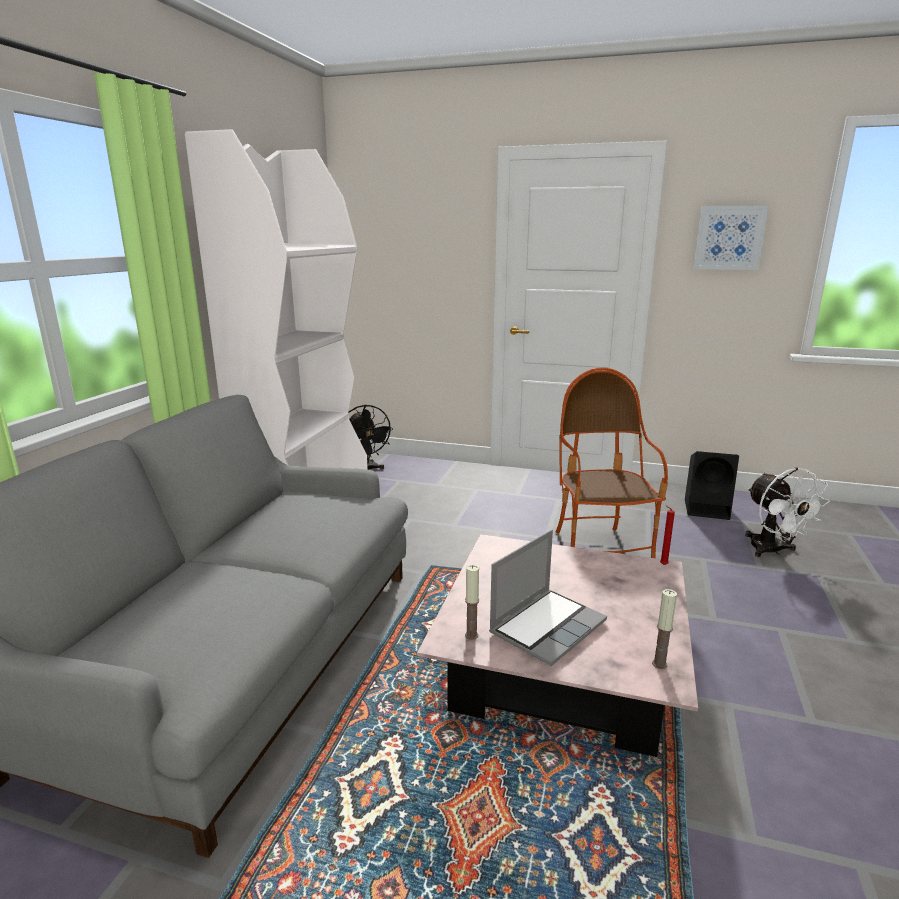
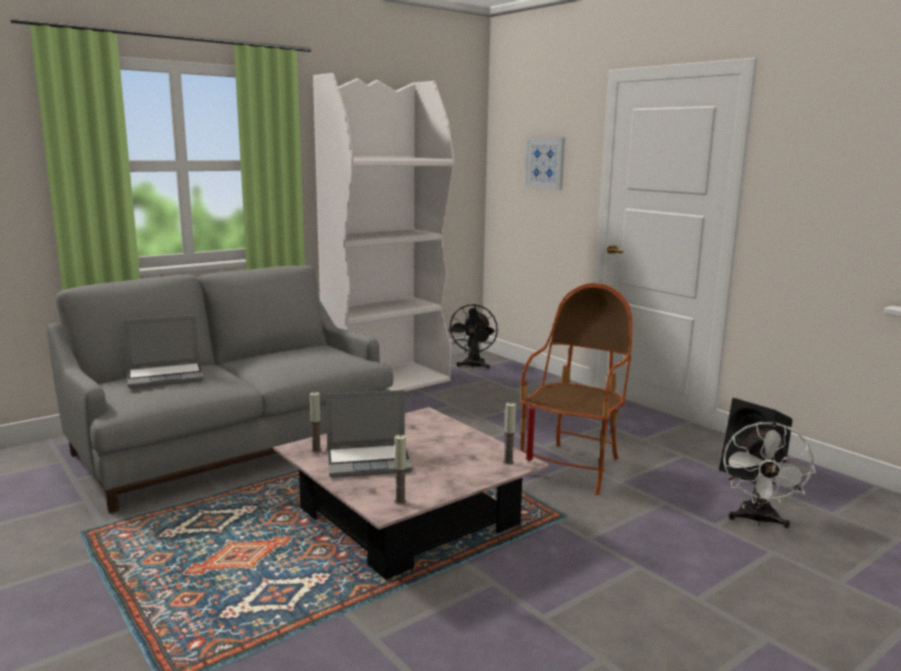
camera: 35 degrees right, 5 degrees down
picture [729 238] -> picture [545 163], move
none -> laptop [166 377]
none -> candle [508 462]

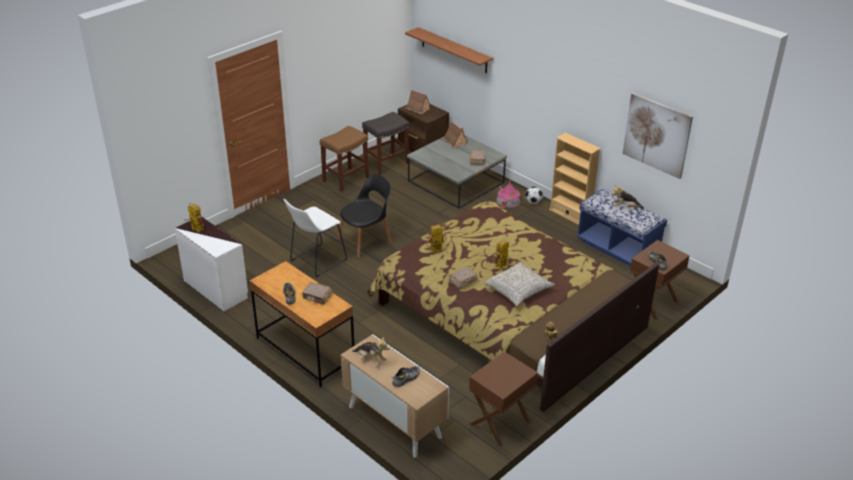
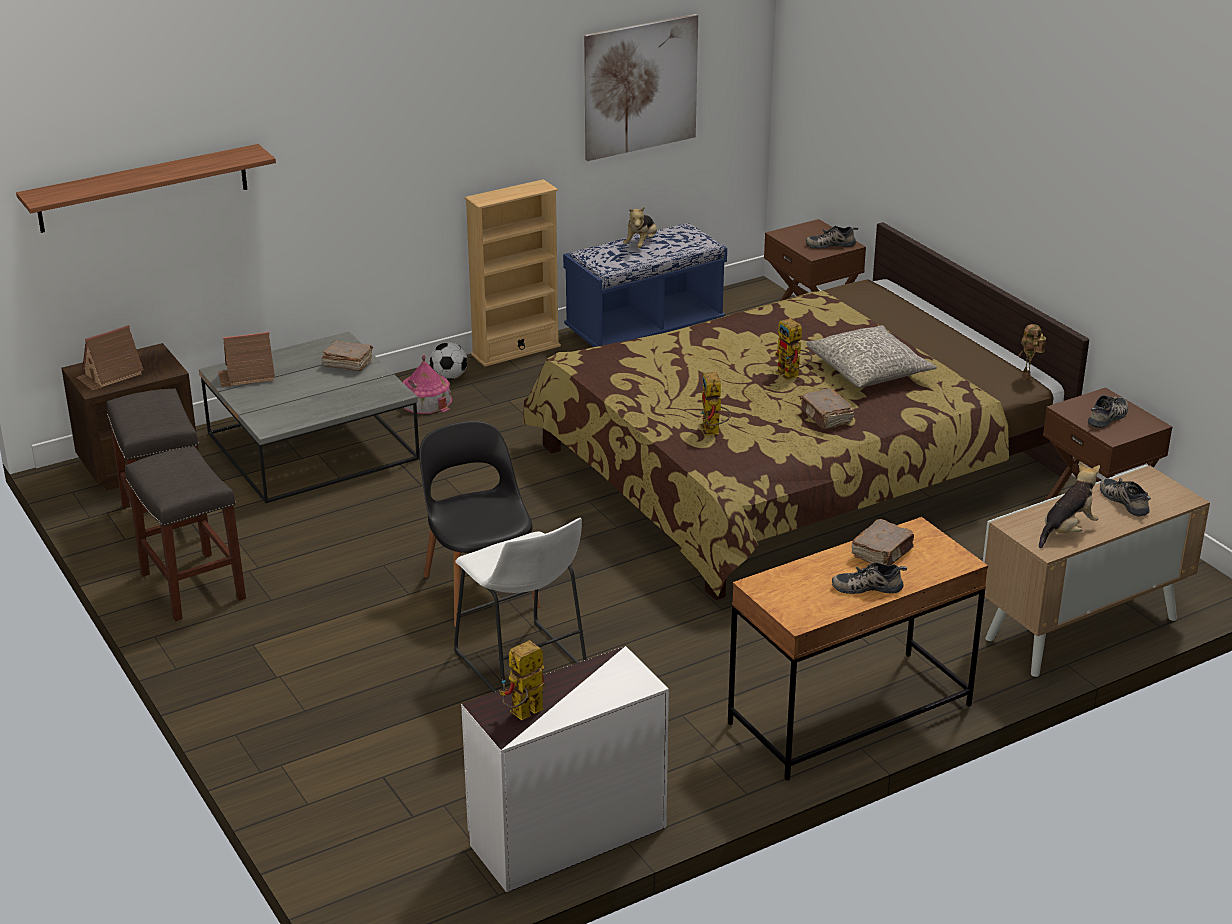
camera: 75 degrees left, 5 degrees down
brown stool [346 179] -> grey stool [191 585]
none -> shoe [1108 417]

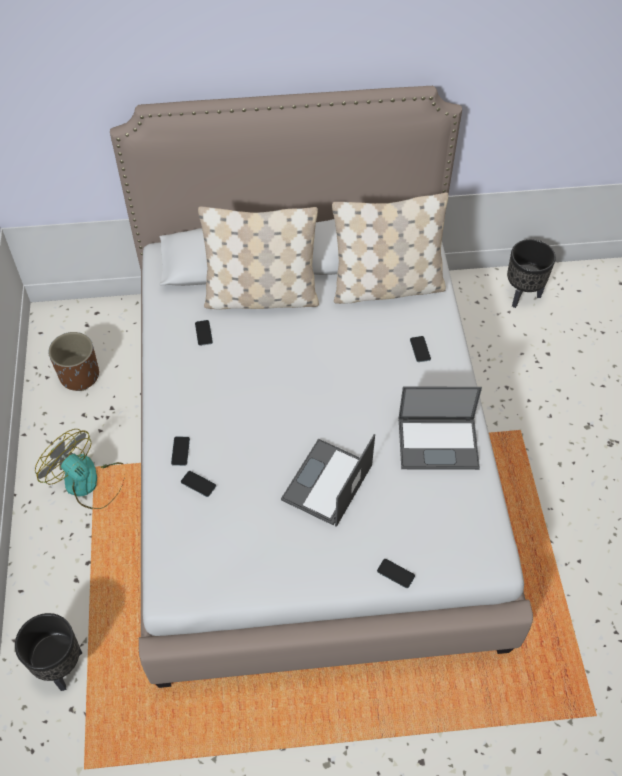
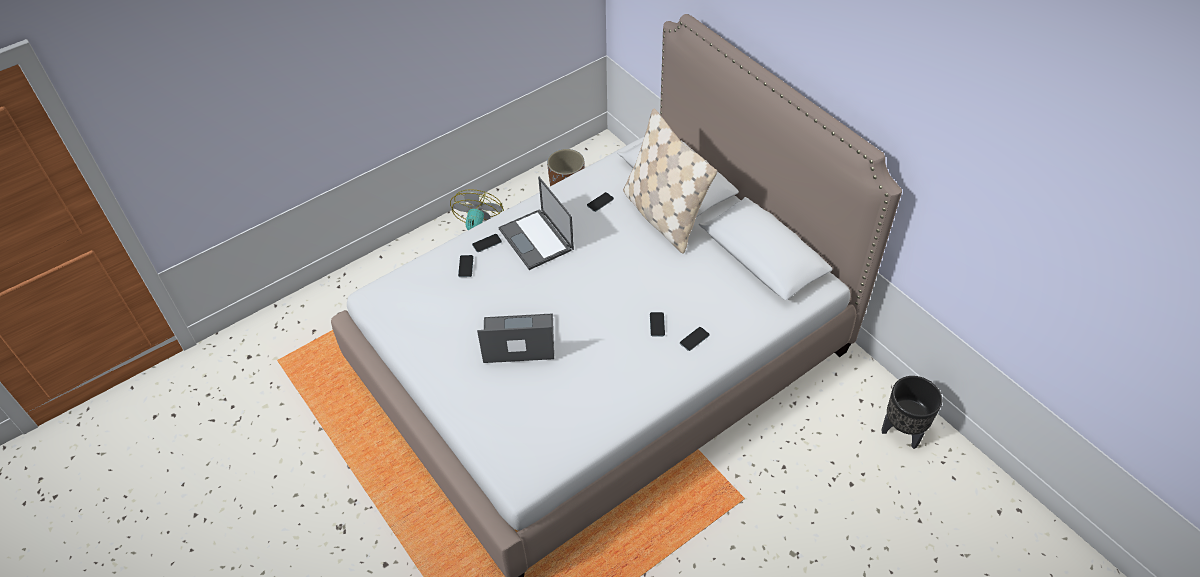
camera: 60 degrees right, 5 degrees down
beige pillow [387 286] -> none
laptop [439 442] -> laptop [537 240], move
phone [395 573] -> phone [657 324], move
black planter [61 667] -> none

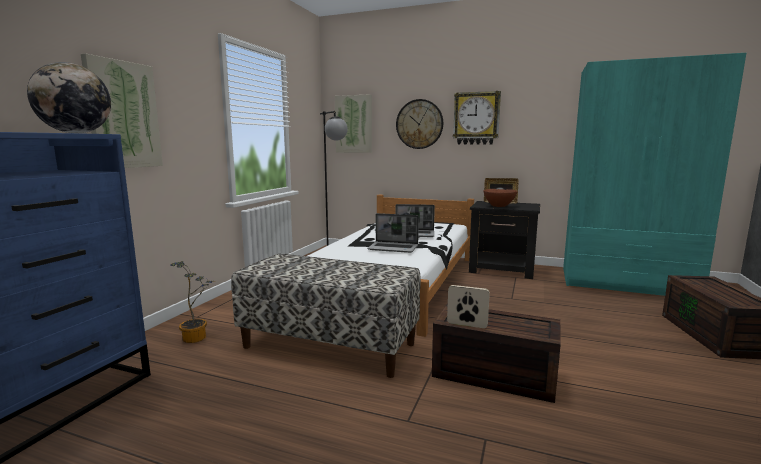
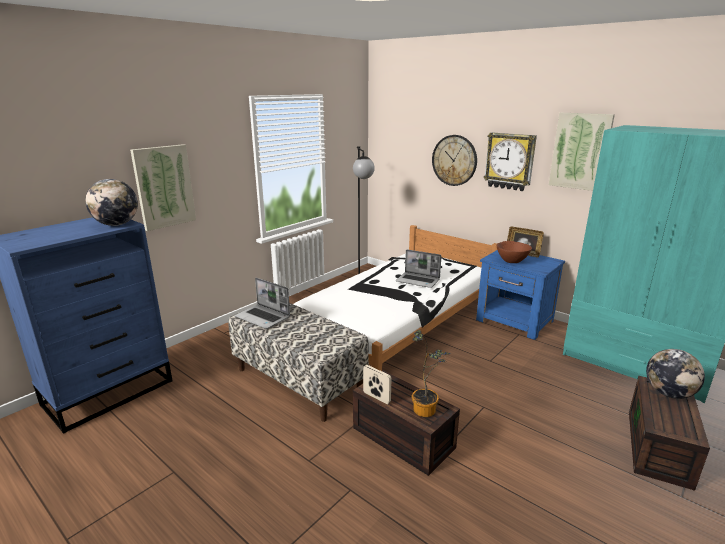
camera: 20 degrees right, 10 degrees up
picture [354 124] -> picture [580 151], move
black nightstand [503 269] -> blue nightstand [515 321]
laptop [394 248] -> laptop [263 317], move
potted plant [197 337] -> potted plant [427 408], move
none -> globe [668 393]

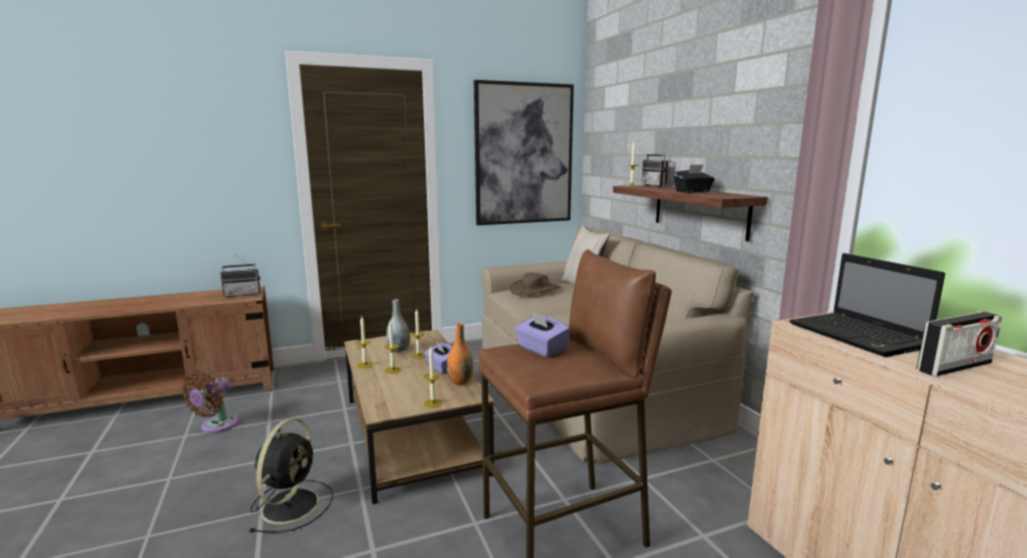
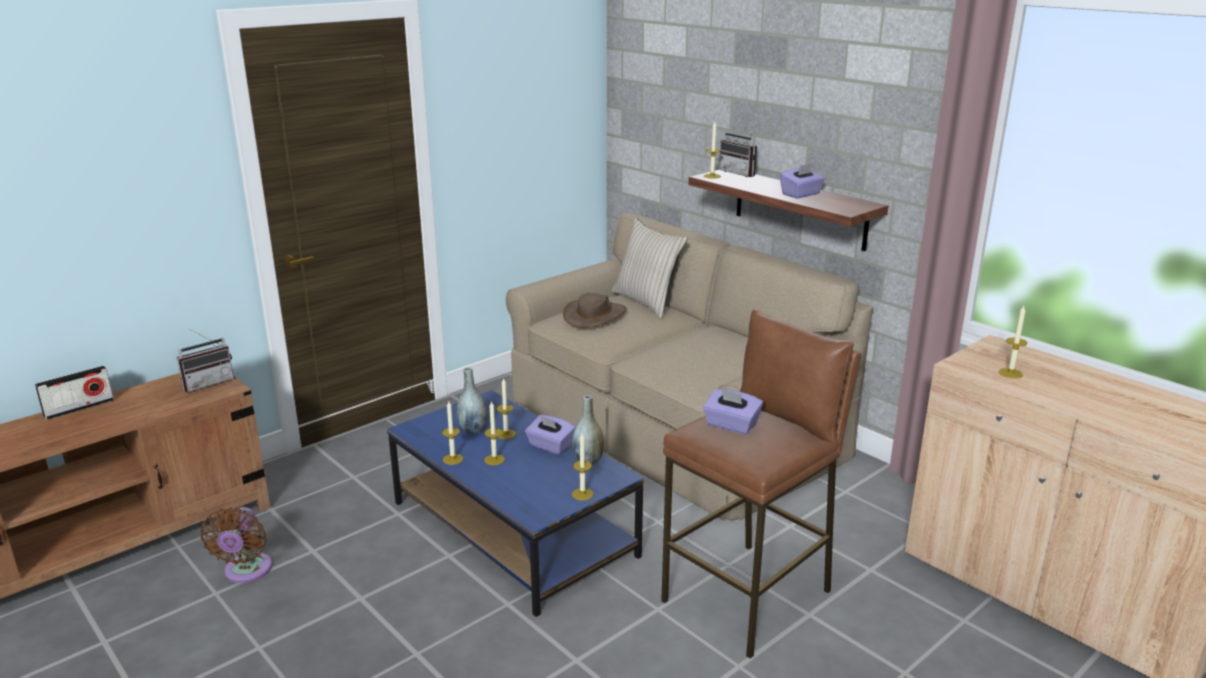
camera: 20 degrees left, 10 degrees up
picture [524 154] -> none
black tissue box [692 191] -> purple tissue box [801 194]
laptop [859 336] -> candle [1010 373]
radio [954 367] -> radio [79 408], move
orange vase [460 382] -> grey vase [588 461]
brown coffee table [413 434] -> blue coffee table [514 529]
black fan [292 504] -> none

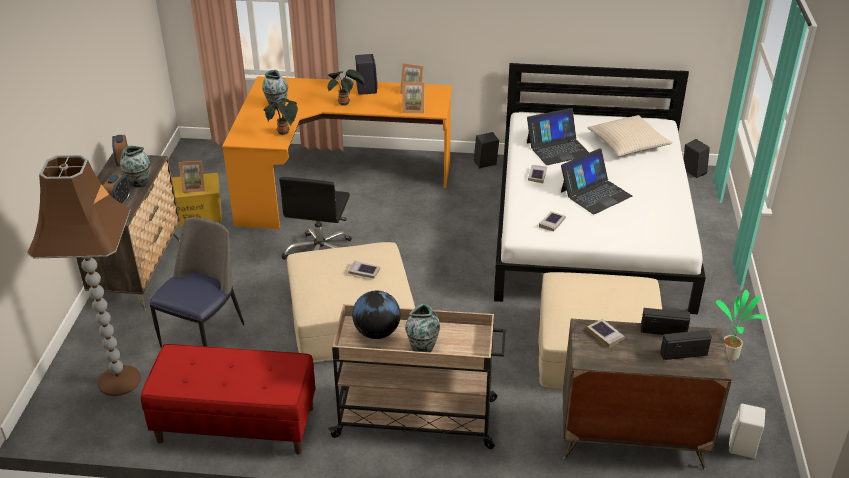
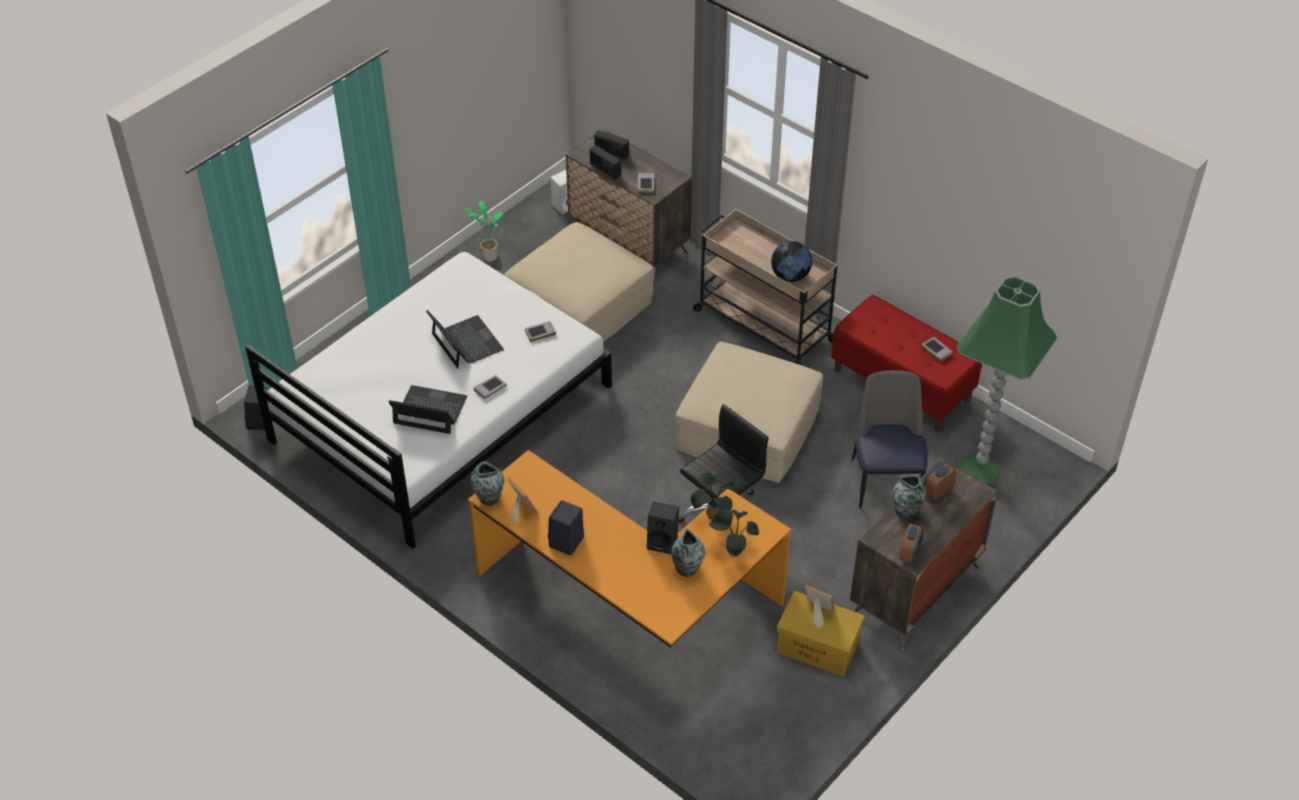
camera: 145 degrees left, 10 degrees up
potted plant [345 103] -> potted plant [732 550], move
picture frame [413 109] -> none
beige pillow [628 143] -> none
black speaker [485 164] -> black speaker [663 541], move
laptop [595 193] -> laptop [466 342], 60 degrees clockwise
brown floor lamp [120 380] -> green floor lamp [978 470]
chair [204 334] -> chair [885 481], 120 degrees clockwise
book [364 272] -> book [936 351], move
vase [423 347] -> vase [488 497], move

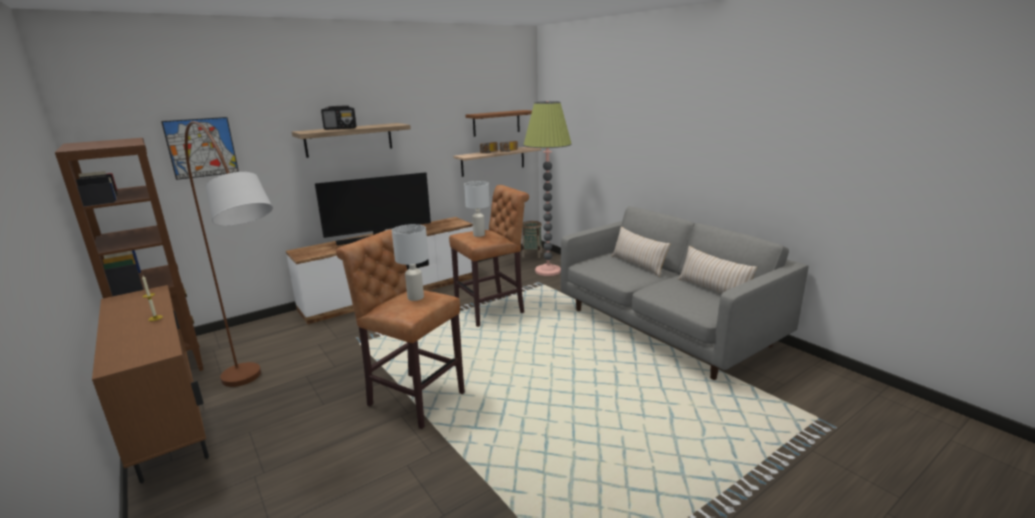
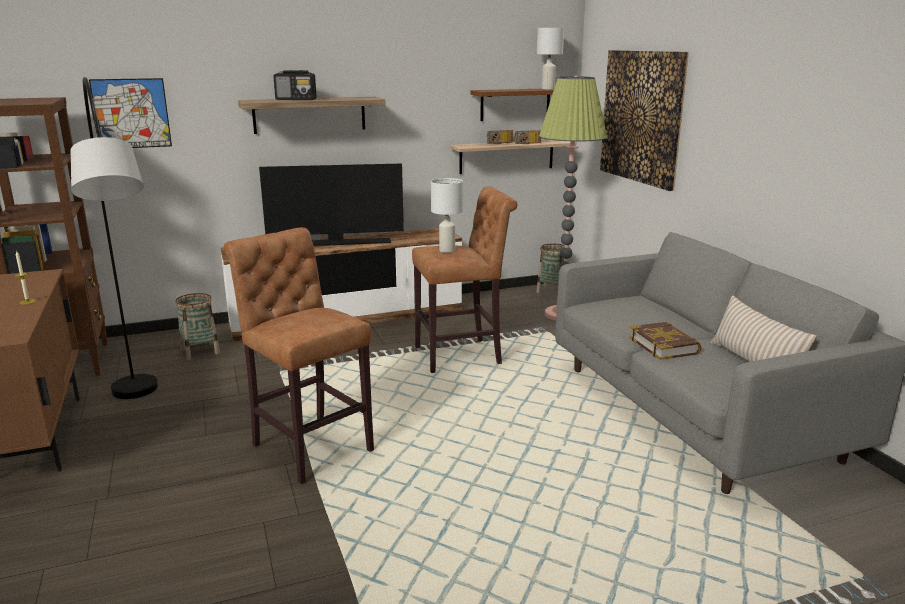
camera: 15 degrees right, 0 degrees up
brown floor lamp [265 405] -> grey floor lamp [144 425]
white table lamp [415 297] -> white table lamp [548 89], move
beige pillow [638 265] -> none
none -> picture [641 117]
none -> basket [200 351]
none -> book [664 345]

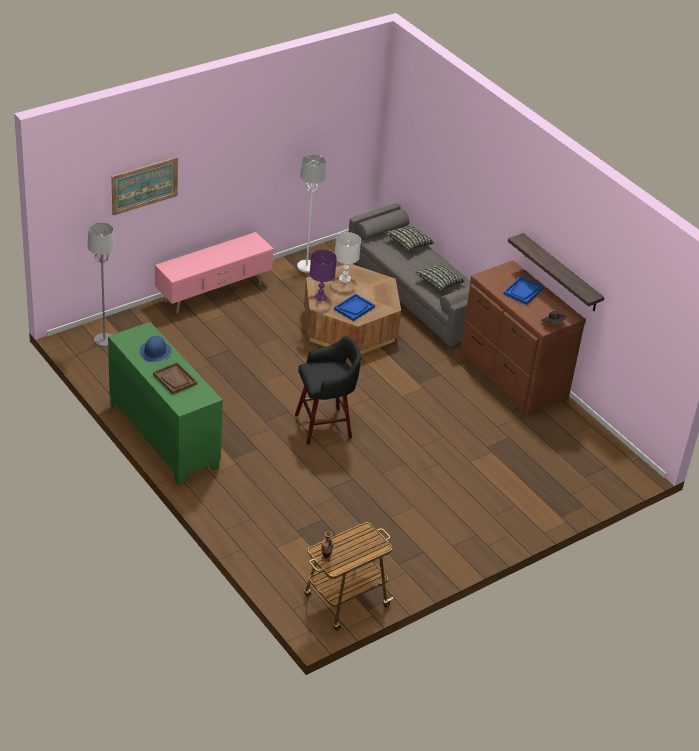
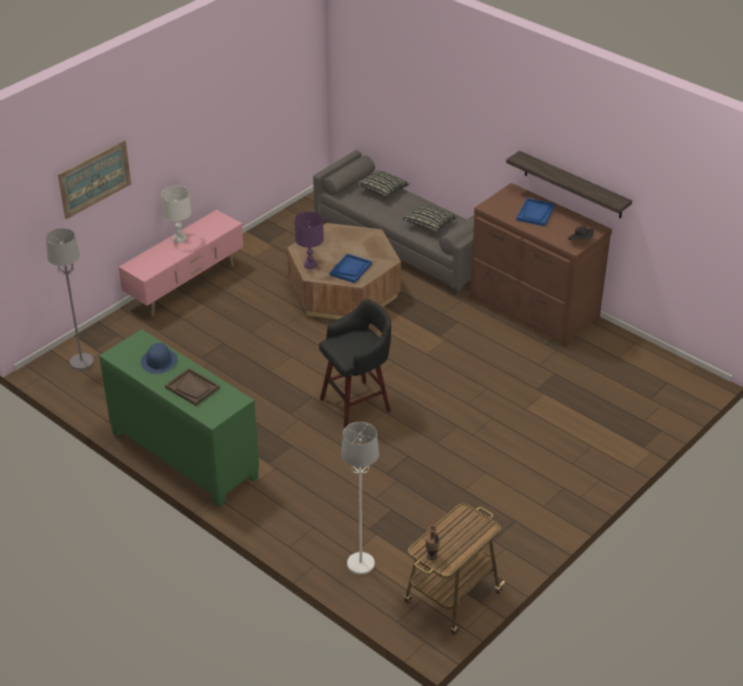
camera: 10 degrees left, 0 degrees up
white floor lamp [306 267] -> white floor lamp [360 564], move
white table lamp [344 279] -> white table lamp [179 238], move

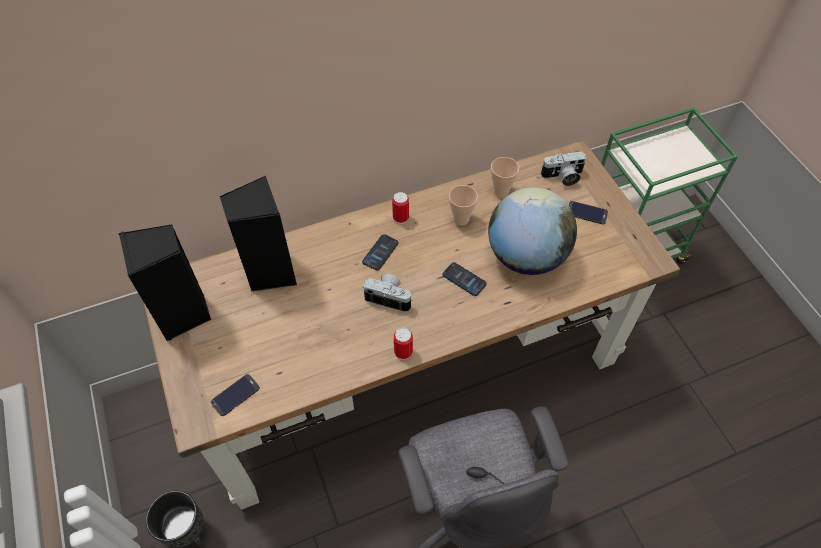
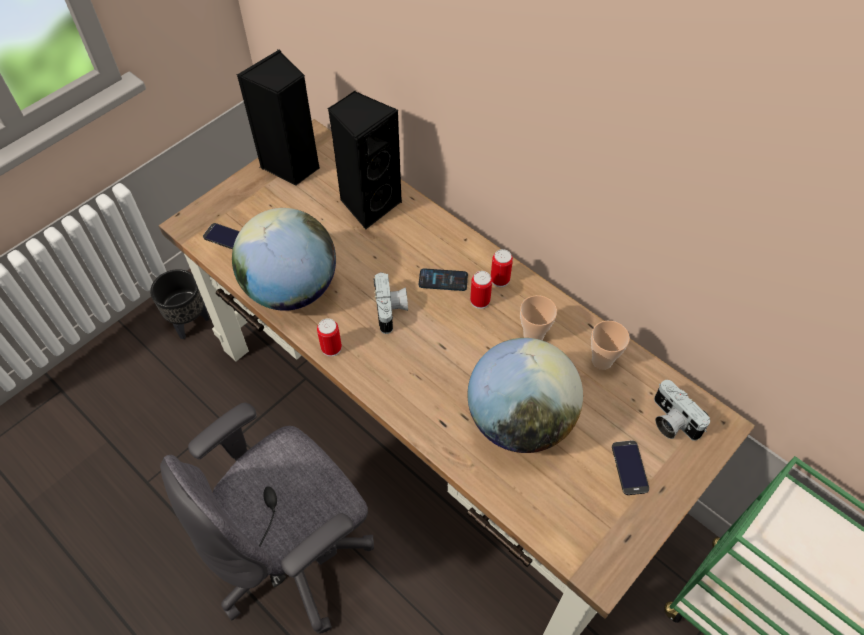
camera: 65 degrees right, 0 degrees up
phone [464 279] -> none
none -> globe [291 289]
none -> can [480 301]

